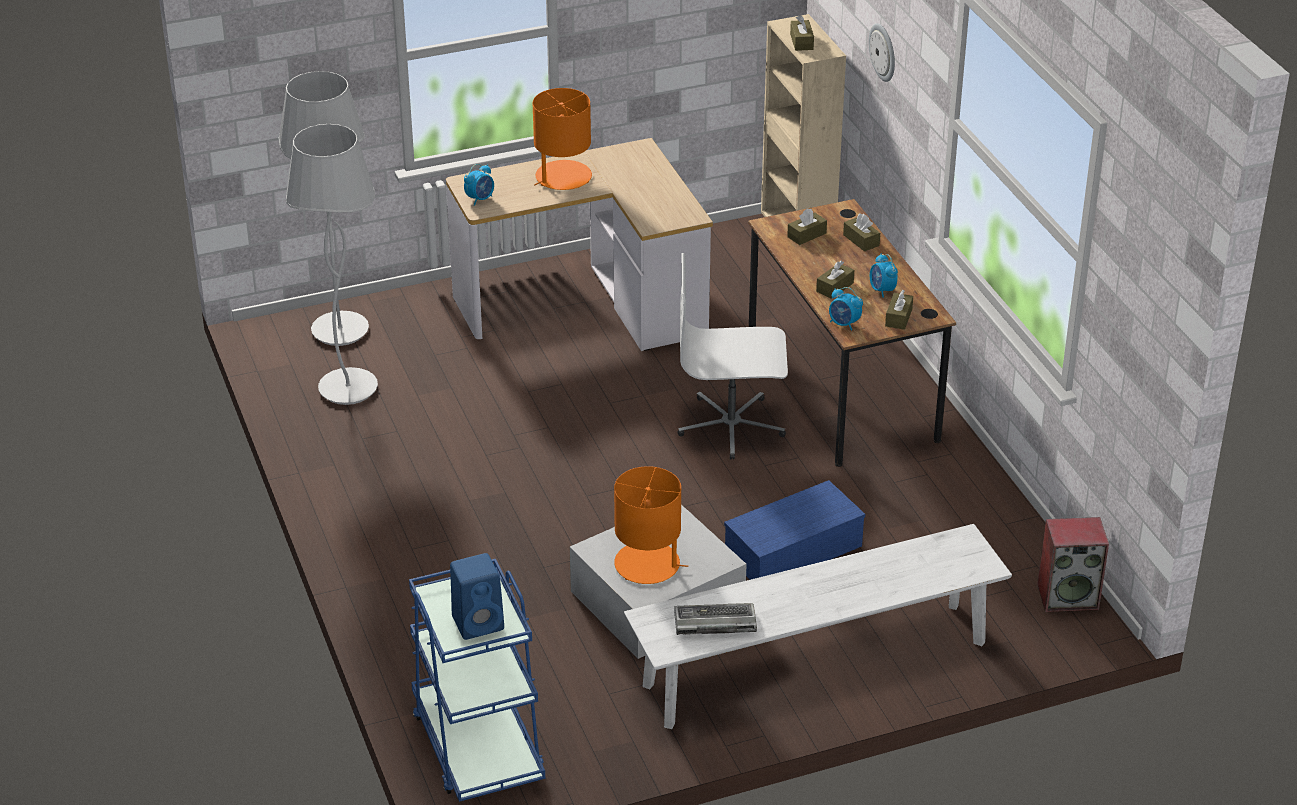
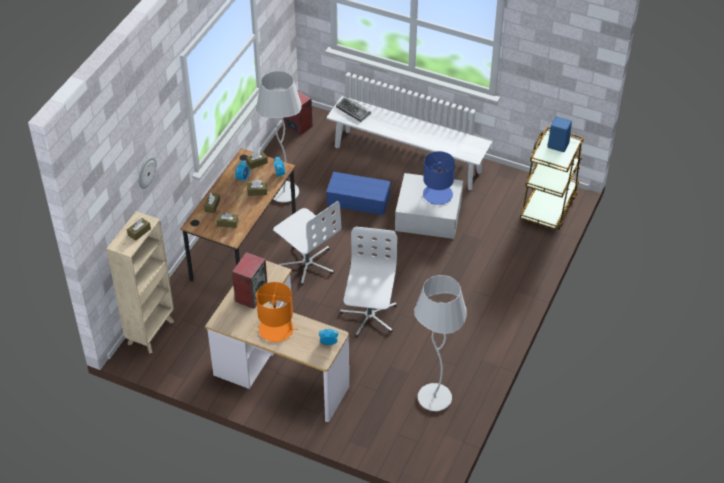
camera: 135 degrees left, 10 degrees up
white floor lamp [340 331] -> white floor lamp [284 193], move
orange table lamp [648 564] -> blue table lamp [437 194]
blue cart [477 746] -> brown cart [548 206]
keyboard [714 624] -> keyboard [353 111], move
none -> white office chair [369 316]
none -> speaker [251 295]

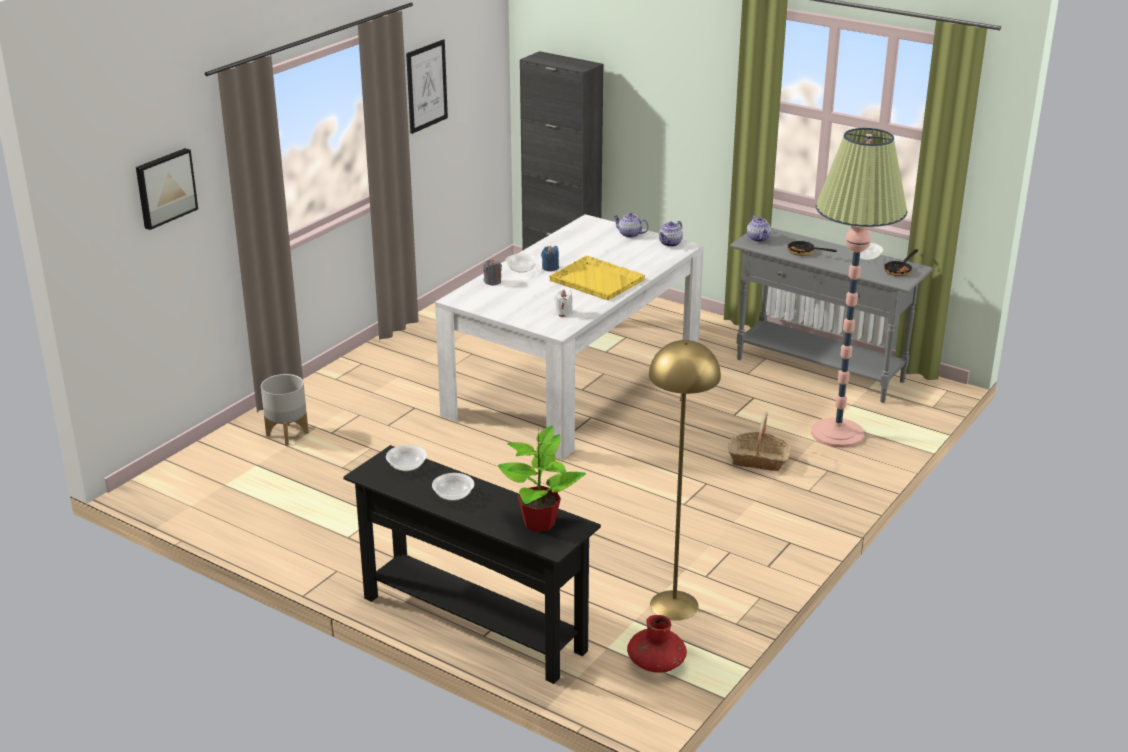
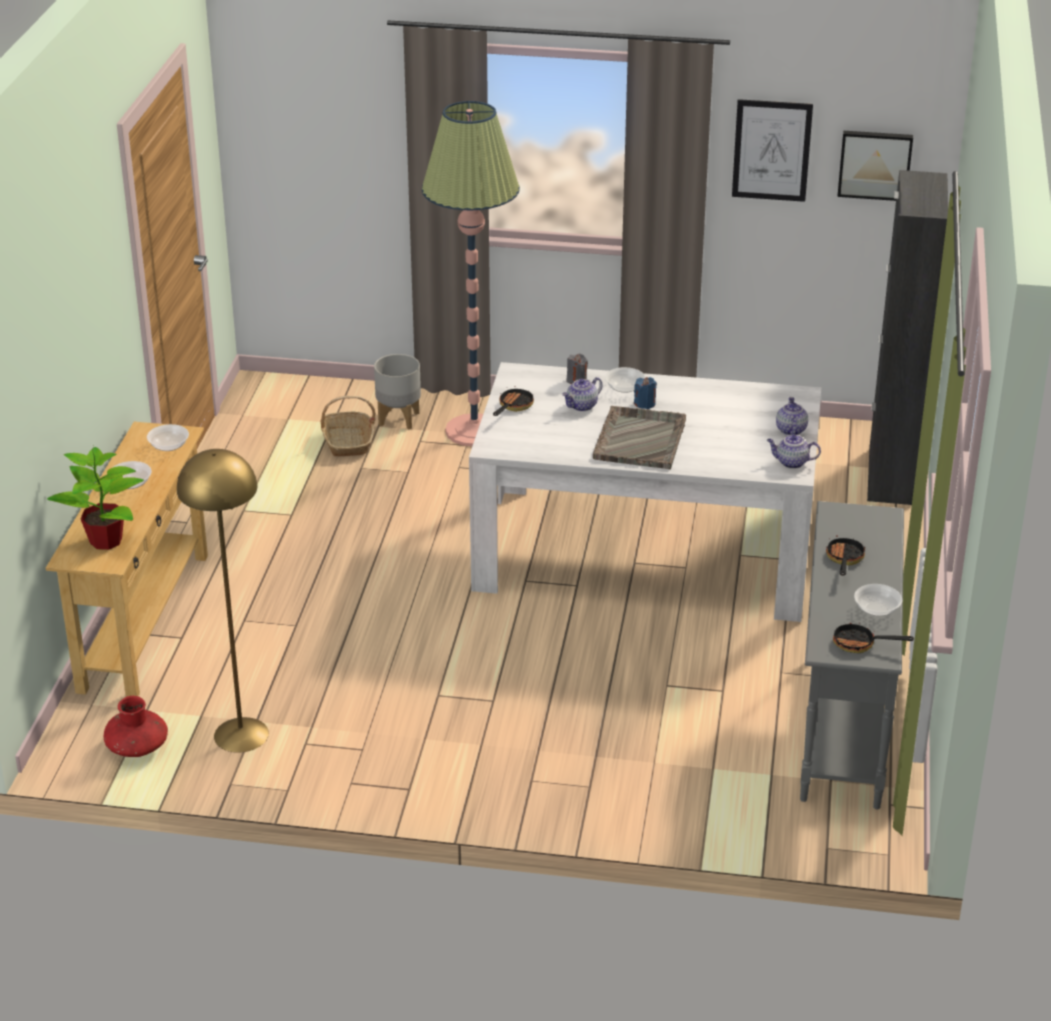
camera: 65 degrees right, 5 degrees up
floor lamp [837 433] -> floor lamp [474 431], move
picture [165 188] -> picture [875 164], move
teapot [758 239] -> teapot [582 406], move
yellow tray [596 280] -> grey tray [640 439]
white candle [563 313] -> none
basket [758 460] -> basket [348 442], move
black console table [472 624] -> beige console table [143 621]
none -> frying pan [513 406]

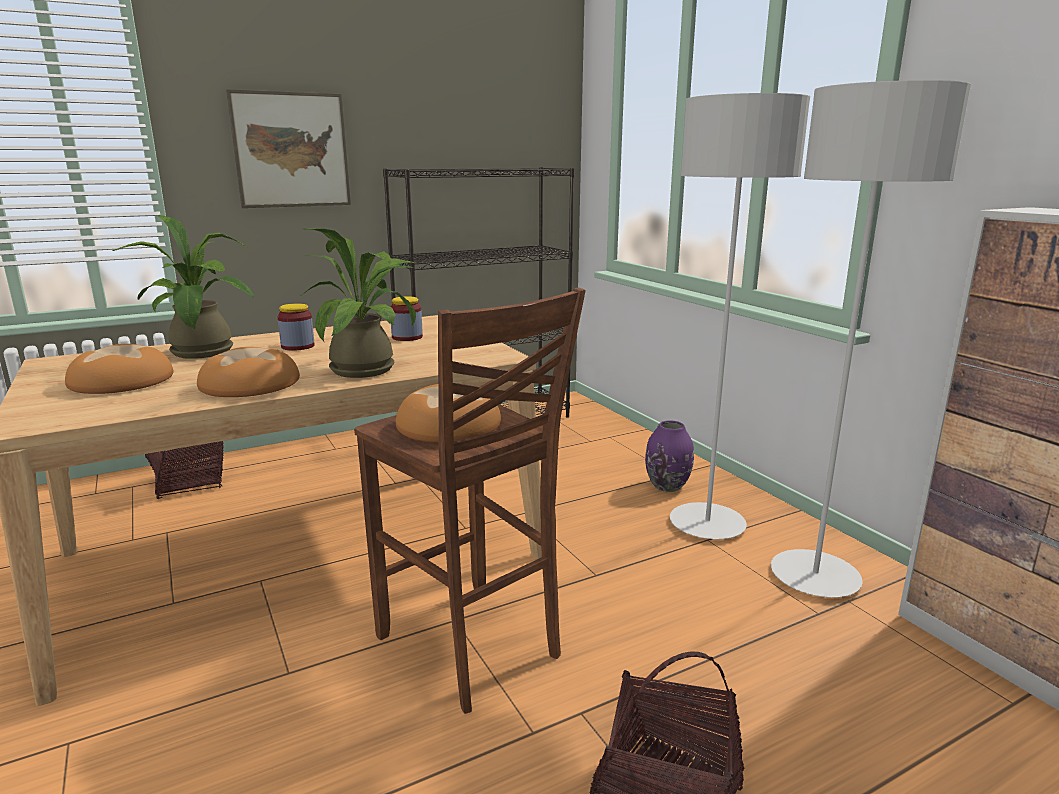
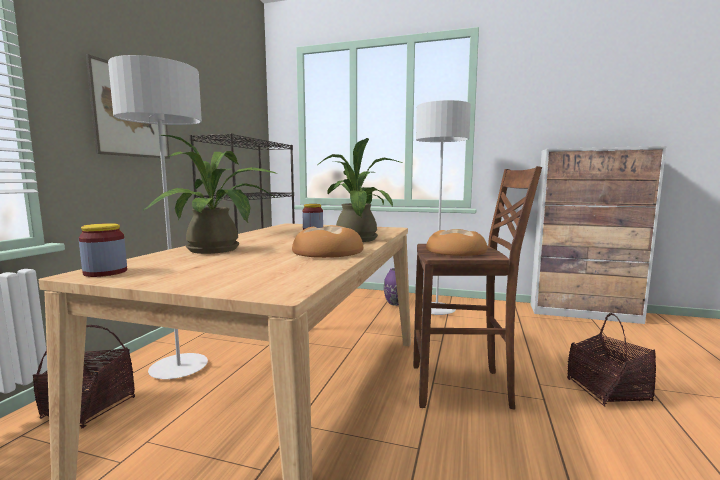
camera: 45 degrees left, 10 degrees down
grey floor lamp [814 577] -> grey floor lamp [179 368], move
jar [297 346] -> jar [105 272], move
bread [120 381] -> none

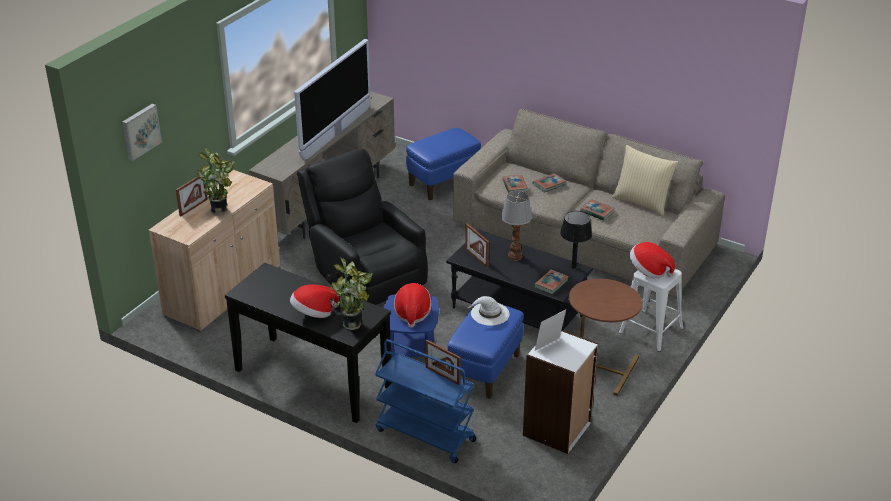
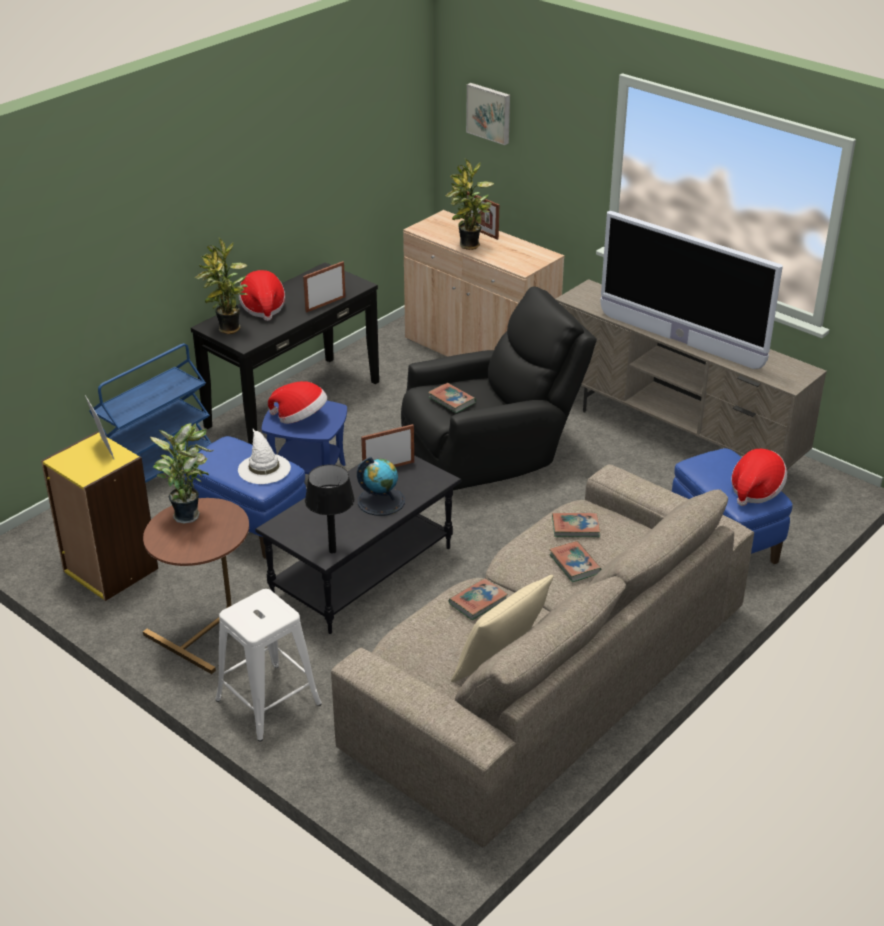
camera: 100 degrees right, 0 degrees up
table lamp [514 256] -> globe [381 501]
hat [649 271] -> hat [755 490], move
book [551 284] -> book [451 400], move
white bookcase [557 429] -> yellow bookcase [110 570]
picture frame [442 375] -> picture frame [325 304], move
none -> potted plant [188 514]

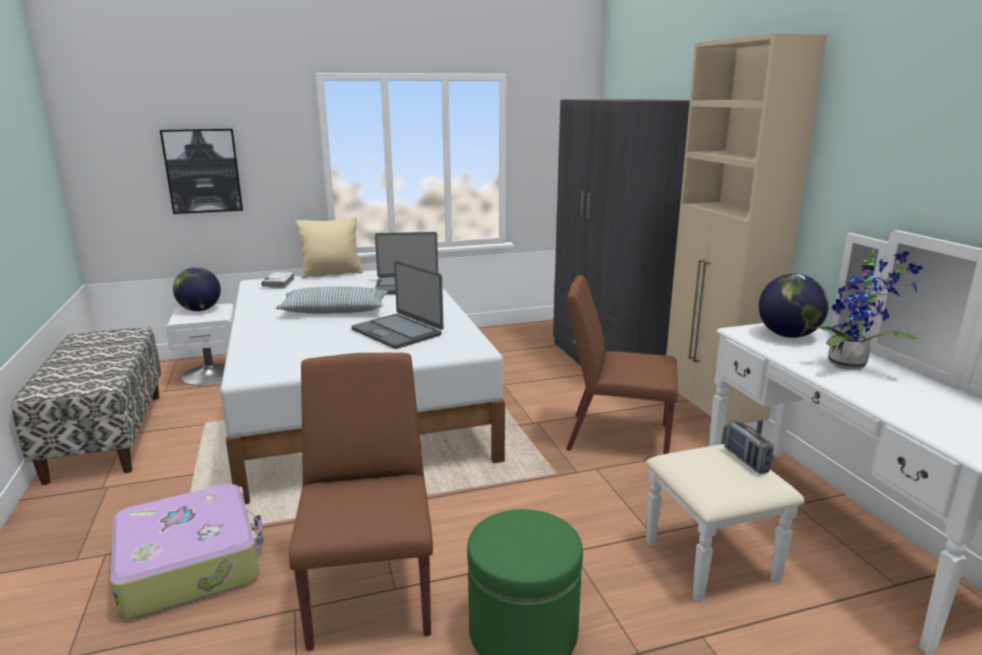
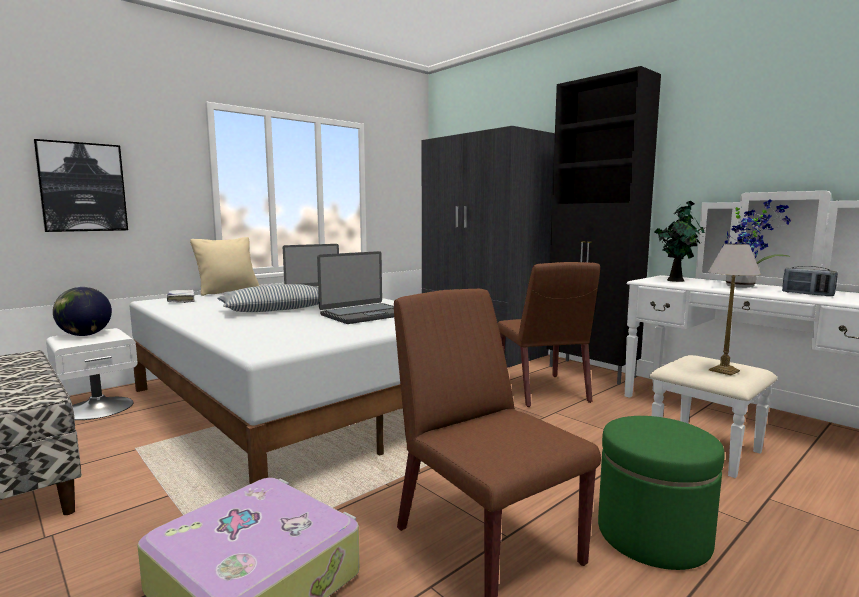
camera: 25 degrees left, 10 degrees down
beige cabinet [710 422] -> black cabinet [592 372]
laptop [398 332] -> laptop [364 315], 60 degrees counterclockwise
globe [788 335] -> potted plant [676 280]
brown chair [616 437] -> brown chair [543 391], 90 degrees counterclockwise
radio [746 460] -> radio [807 294], move
none -> table lamp [724 371]

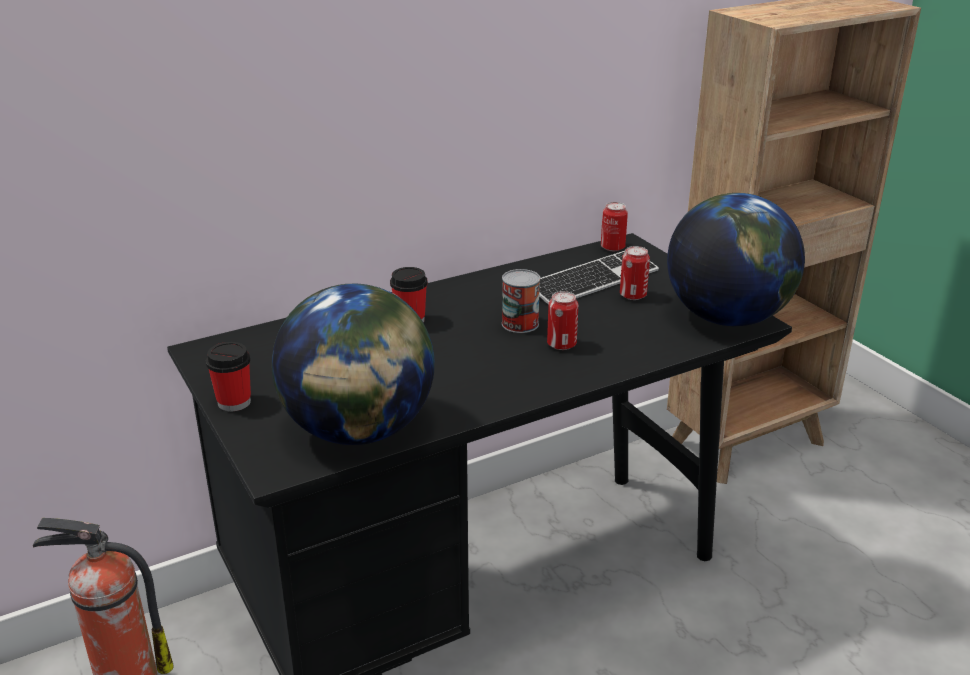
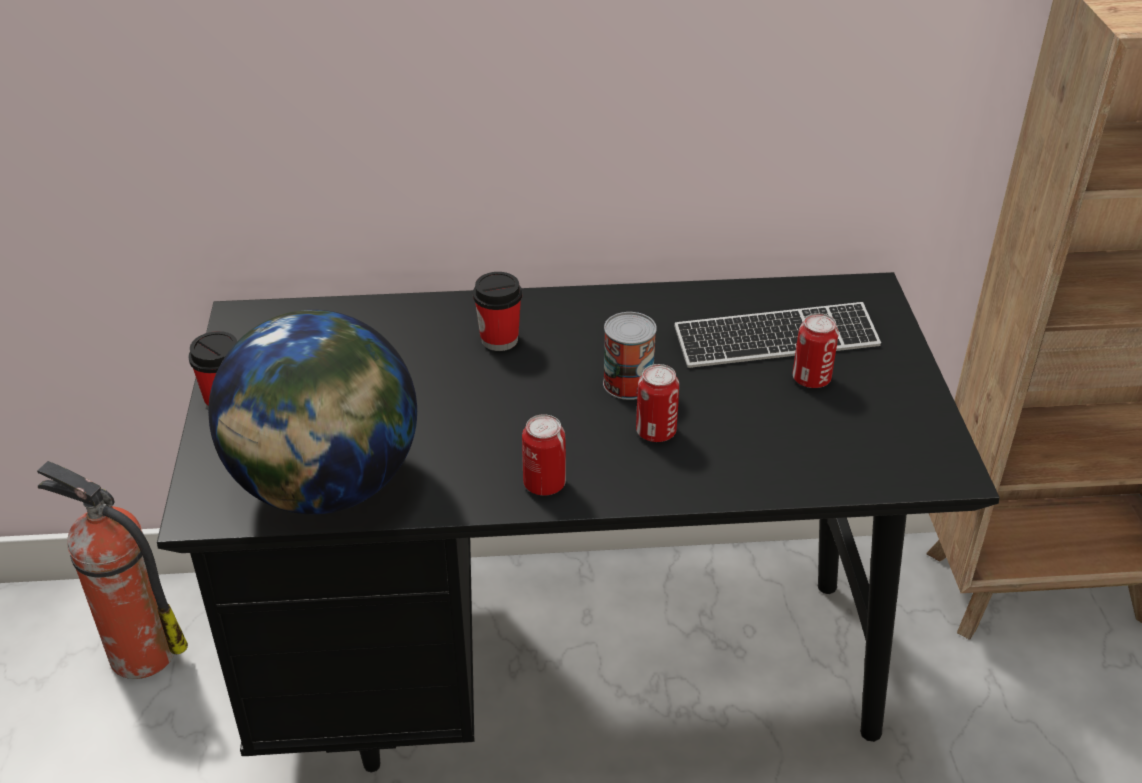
camera: 25 degrees right, 10 degrees up
globe [727 317] -> none
can [612 247] -> can [544 484], move

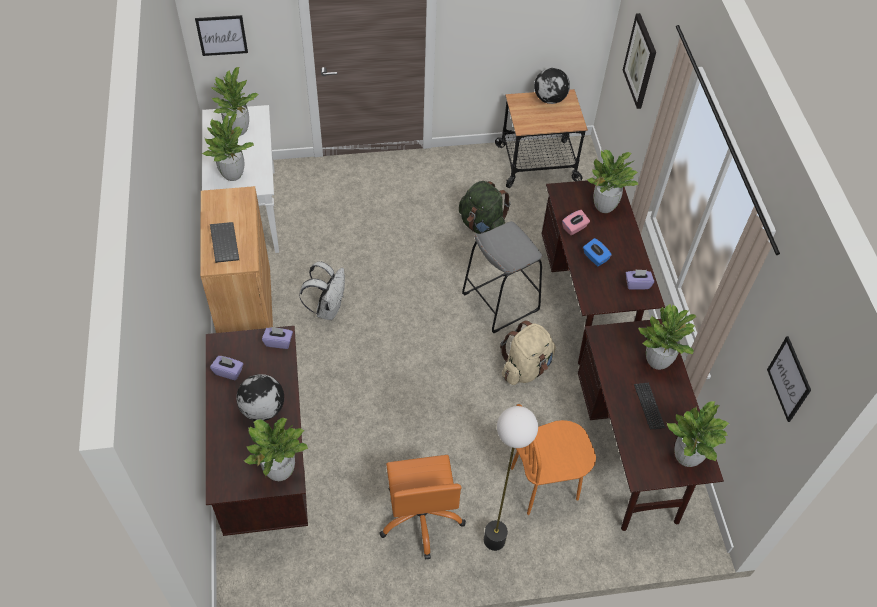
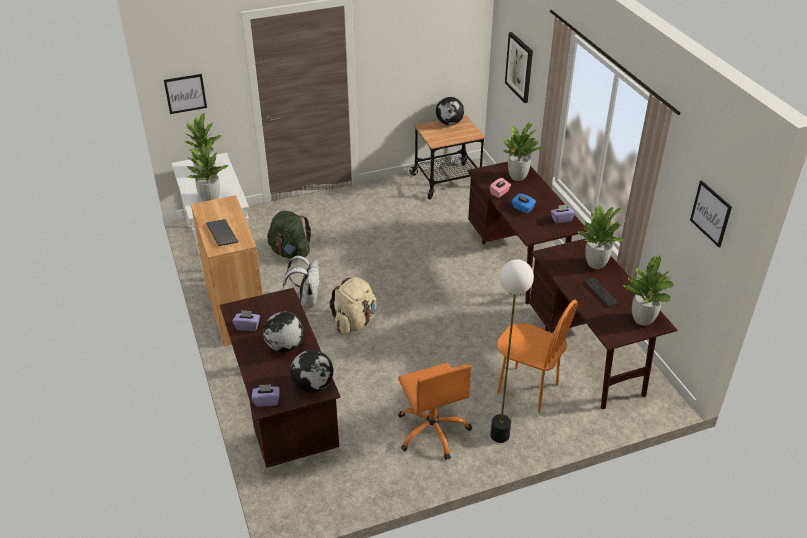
camera: 10 degrees left, 15 degrees down
green backpack [482 226] -> green backpack [290 253], move
grey stool [500 302] -> none
beige backpack [526 367] -> beige backpack [355 322], move
purple tissue box [278 342] -> purple tissue box [266 401], move
orange chair [544 484] -> orange chair [527 389], 120 degrees counterclockwise
potted plant [279 471] -> globe [313 385]

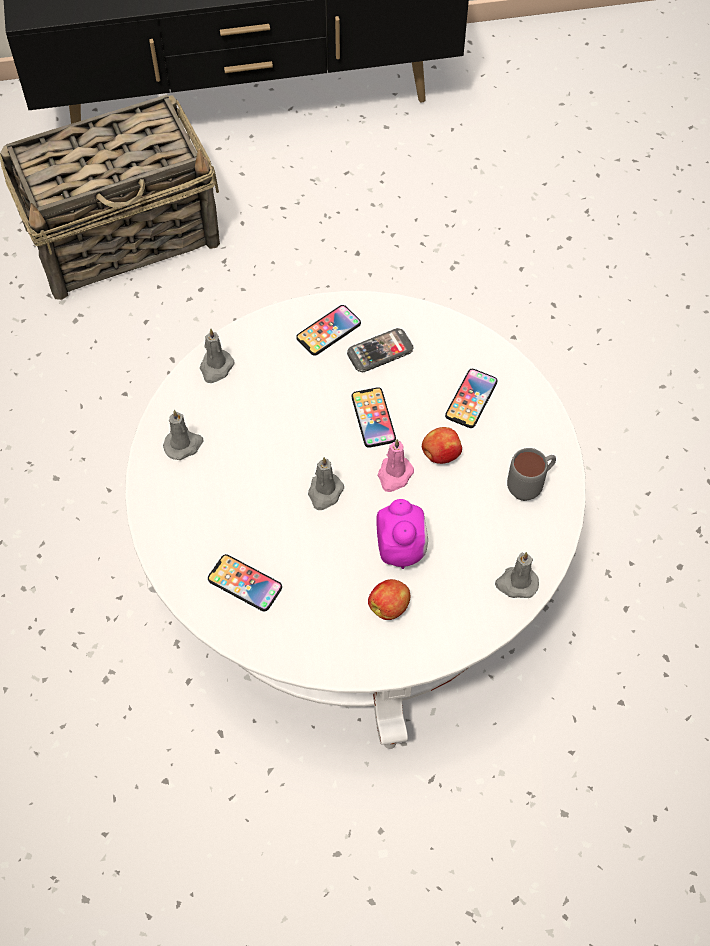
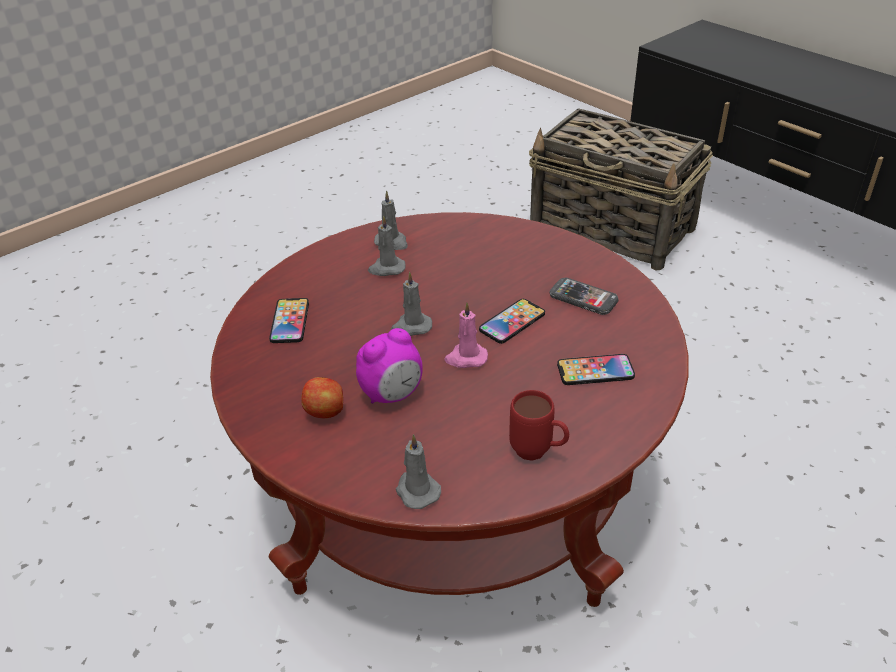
camera: 60 degrees right, 20 degrees down
white coffee table [355 567] -> red coffee table [453 480]
phone [328 331] -> none
grey candle [216 368] -> grey candle [386 268], move
apple [440 455] -> none
grey mug [530 487] -> red mug [538 453]

